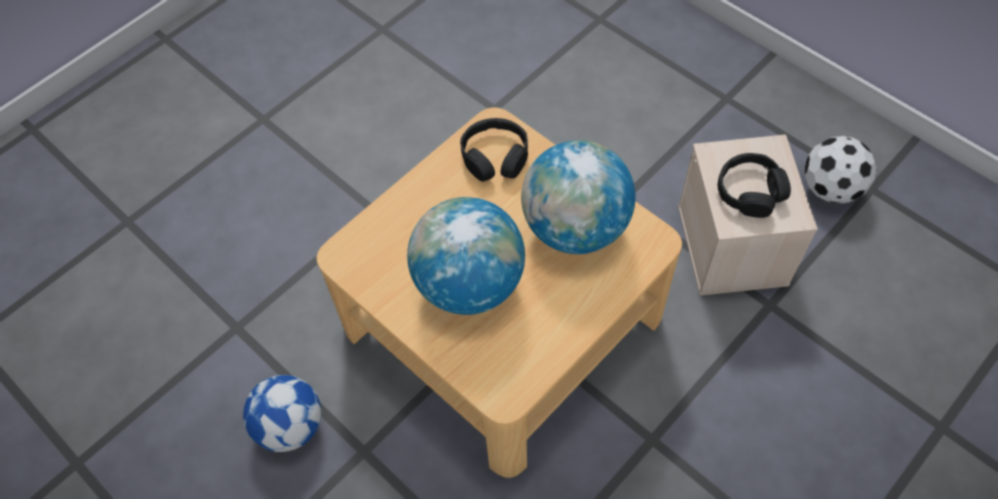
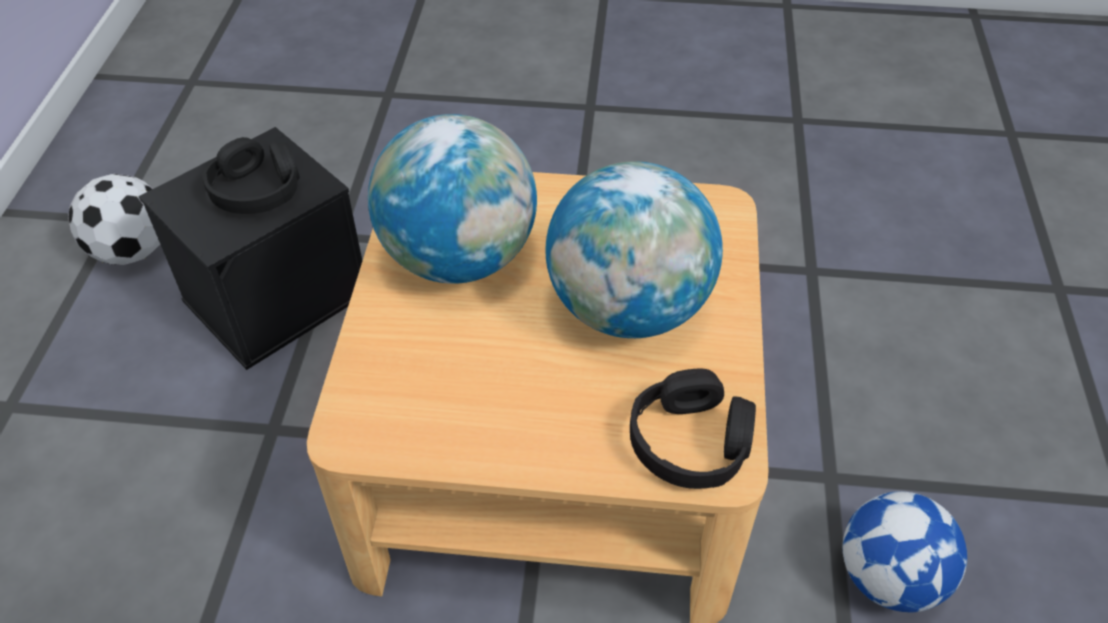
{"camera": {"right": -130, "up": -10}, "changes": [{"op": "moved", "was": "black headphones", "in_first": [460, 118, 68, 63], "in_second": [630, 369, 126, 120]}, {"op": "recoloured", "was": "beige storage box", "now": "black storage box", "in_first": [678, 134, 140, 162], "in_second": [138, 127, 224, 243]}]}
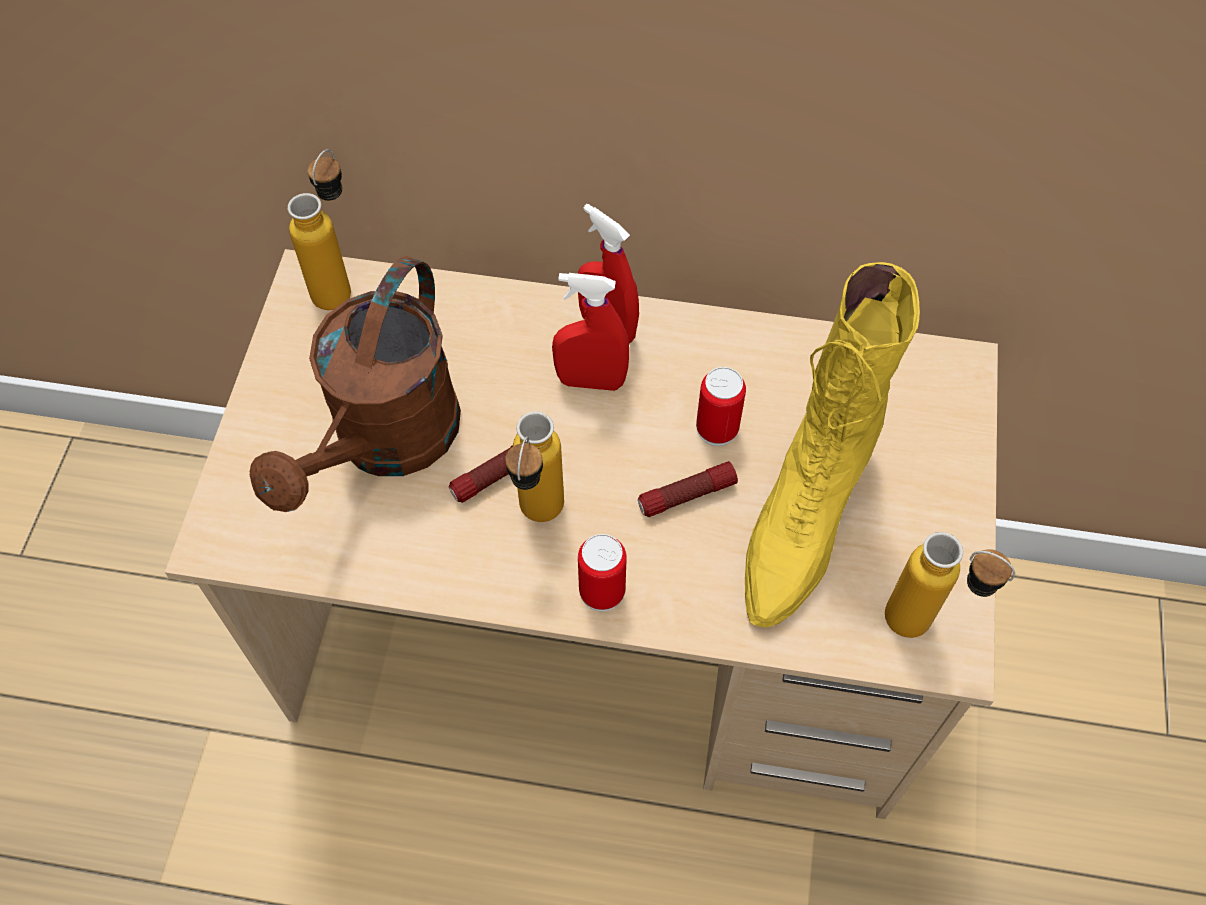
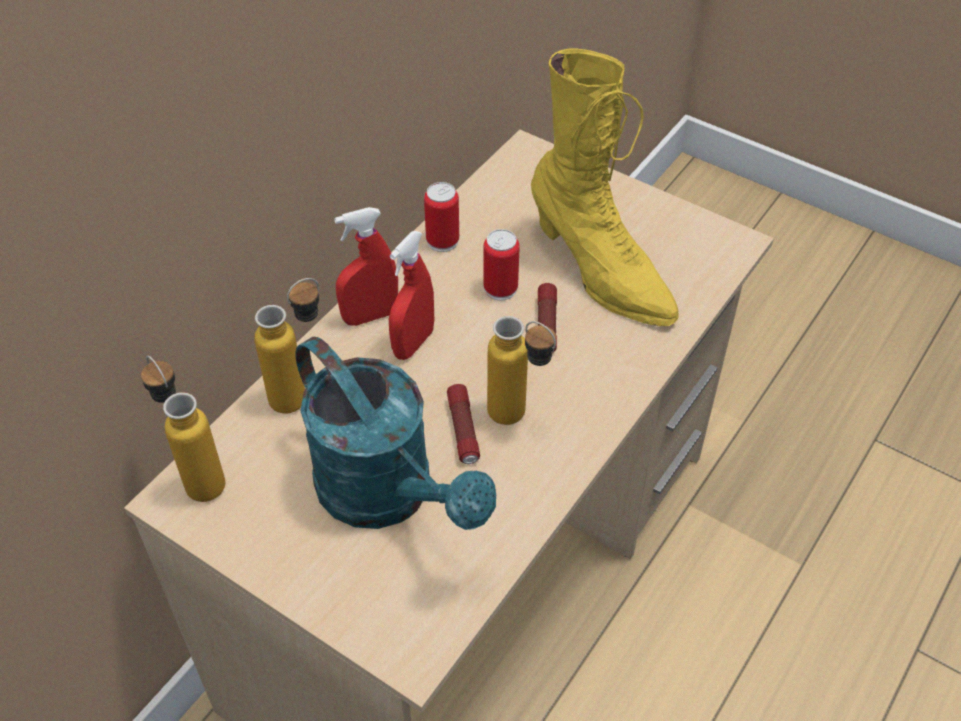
{"camera": {"right": -65, "up": -10}, "changes": [{"op": "recoloured", "was": "brown watering can", "now": "turquoise watering can", "in_first": [250, 256, 211, 256], "in_second": [296, 337, 200, 193]}, {"op": "moved", "was": "can", "in_first": [578, 534, 49, 78], "in_second": [424, 182, 35, 70]}, {"op": "moved", "was": "bottle", "in_first": [885, 532, 130, 106], "in_second": [254, 278, 65, 135]}]}
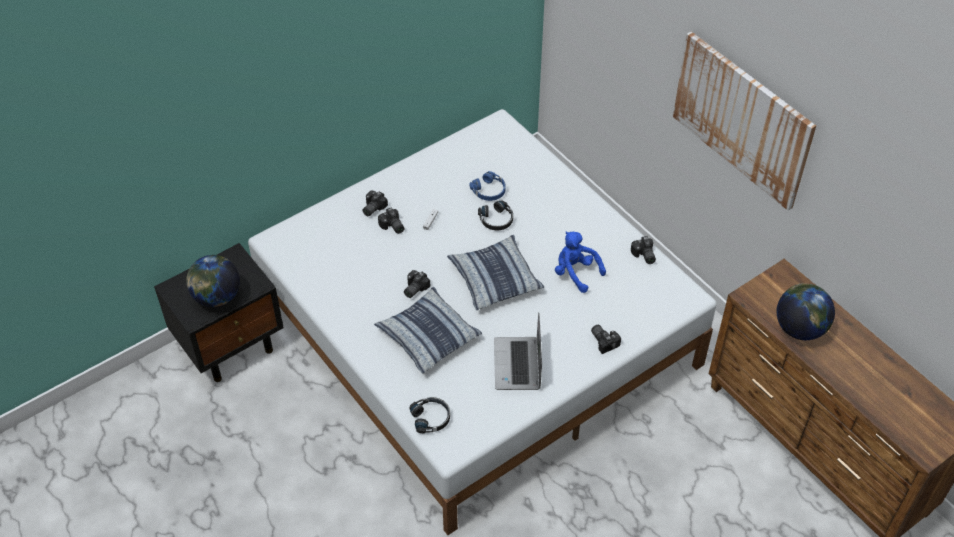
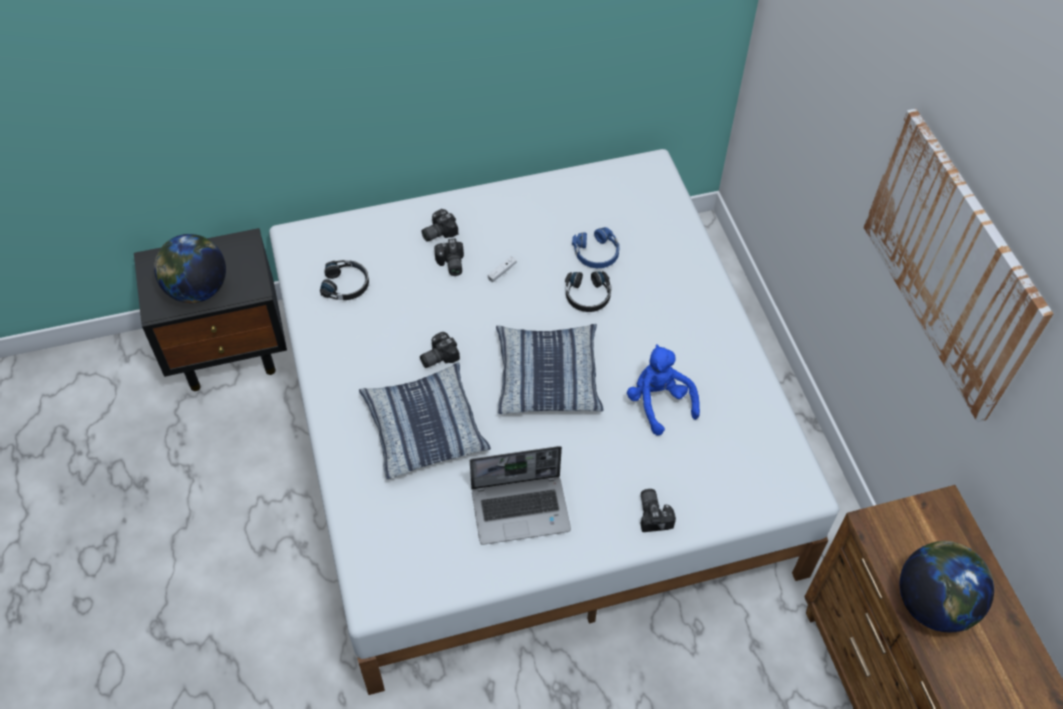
{"camera": {"right": 20, "up": 5}, "changes": [{"op": "moved", "was": "black headphones", "in_first": [409, 397, 41, 36], "in_second": [320, 260, 49, 40]}, {"op": "turned", "was": "laptop", "in_first": [494, 312, 48, 78], "in_second": [470, 446, 101, 99], "clockwise": -120}, {"op": "removed", "was": "photo camera", "in_first": [631, 236, 25, 28]}]}
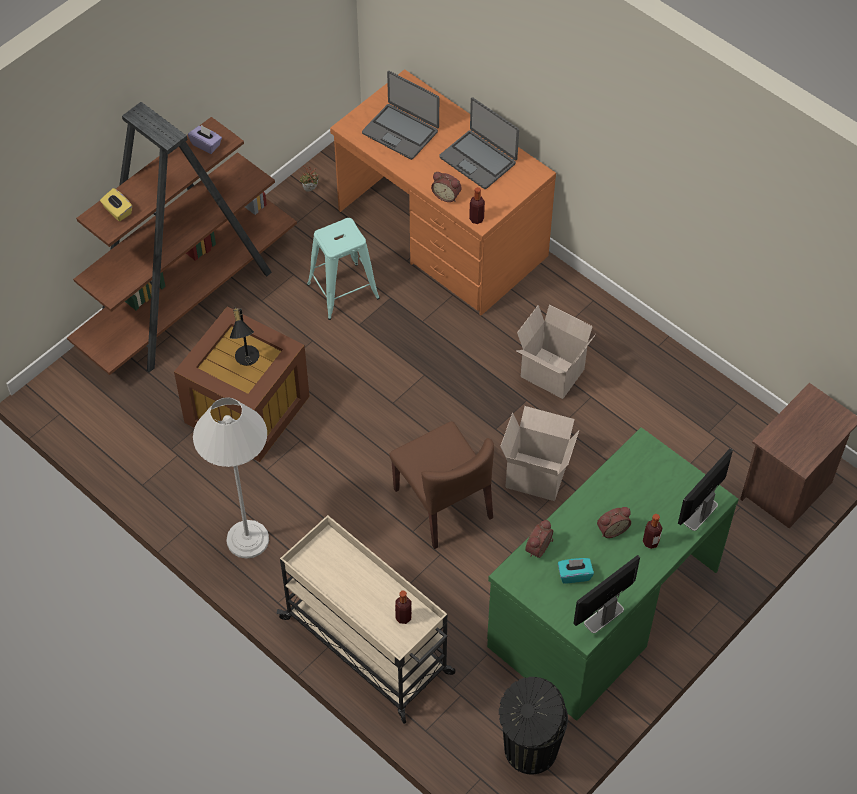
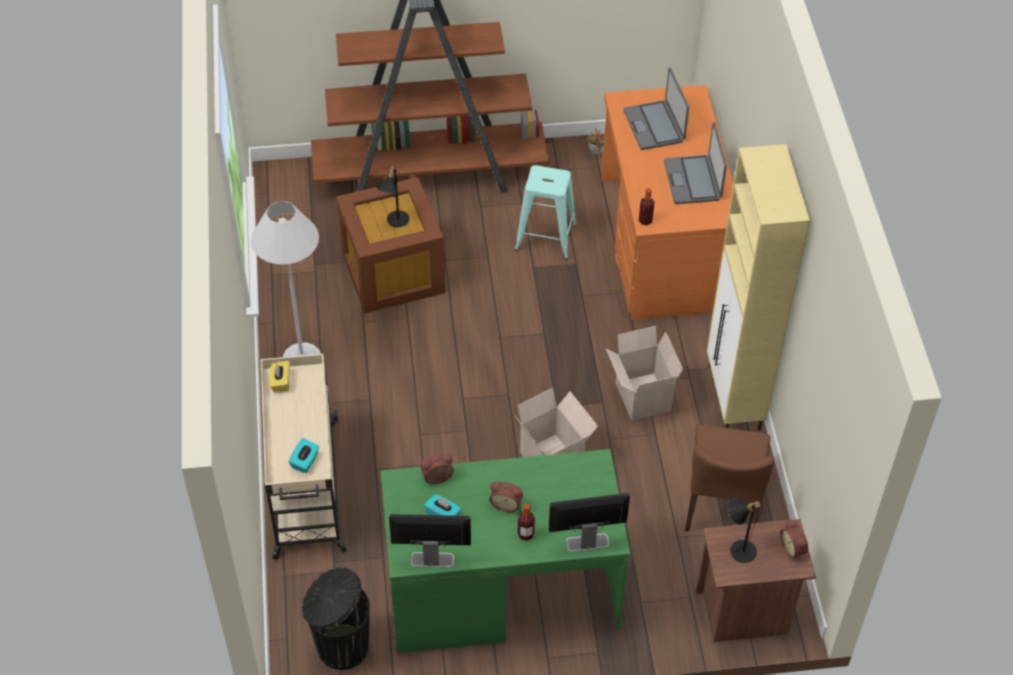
{"camera": {"right": 40, "up": -5}, "changes": [{"op": "moved", "was": "yellow tissue box", "in_first": [100, 188, 32, 33], "in_second": [270, 361, 20, 31]}, {"op": "removed", "was": "purple tissue box", "in_first": [188, 125, 34, 29]}, {"op": "moved", "was": "brown chair", "in_first": [389, 421, 105, 128], "in_second": [685, 425, 90, 107]}, {"op": "replaced", "was": "bottle", "now": "turquoise tissue box", "in_first": [395, 591, 17, 33], "in_second": [289, 438, 30, 35]}, {"op": "moved", "was": "alarm clock", "in_first": [431, 172, 31, 30], "in_second": [780, 519, 28, 41]}, {"op": "added", "now": "beige cabinet", "in_second": [707, 144, 103, 287]}, {"op": "added", "now": "black table lamp", "in_second": [728, 498, 35, 65]}]}
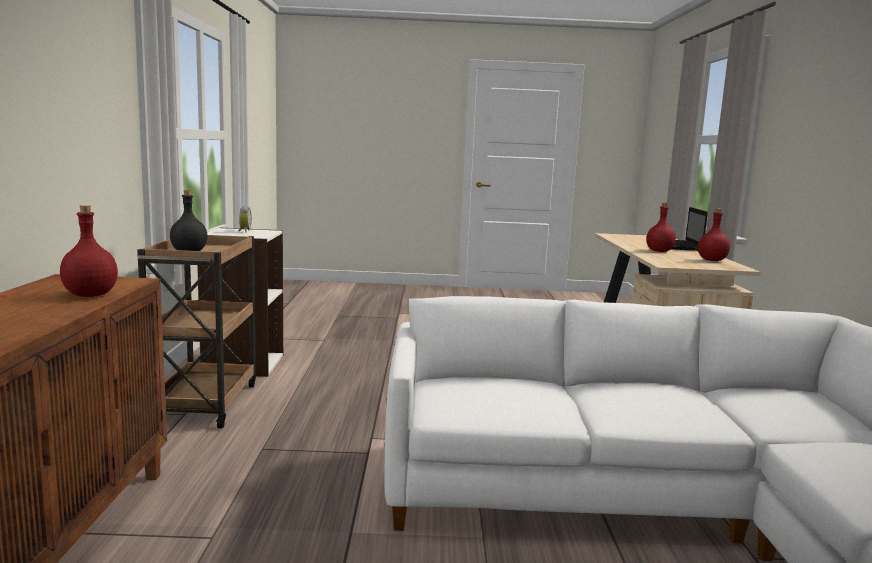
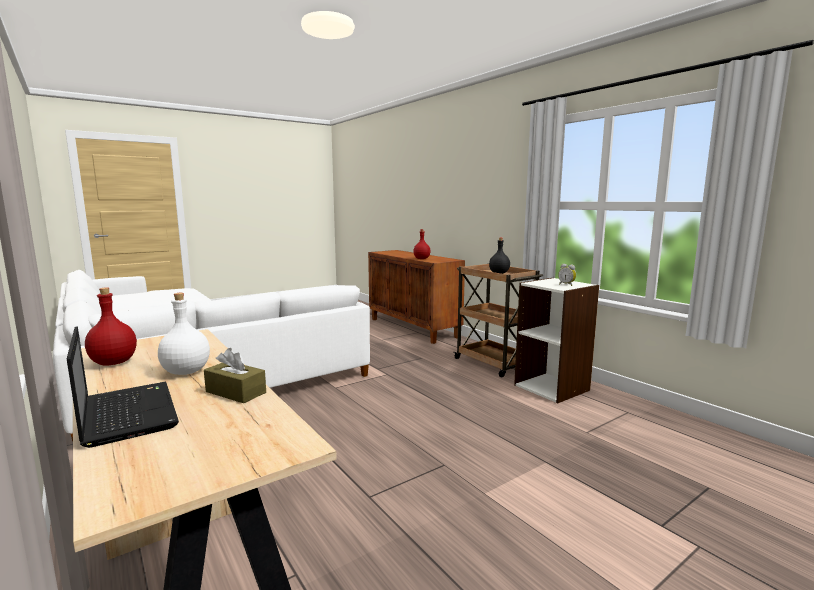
{"camera": {"right": 145, "up": 0}, "changes": [{"op": "recoloured", "was": "red bottle", "now": "white bottle", "in_first": [646, 203, 30, 49], "in_second": [158, 293, 52, 82]}, {"op": "added", "now": "brown tissue box", "in_second": [204, 348, 62, 55]}]}
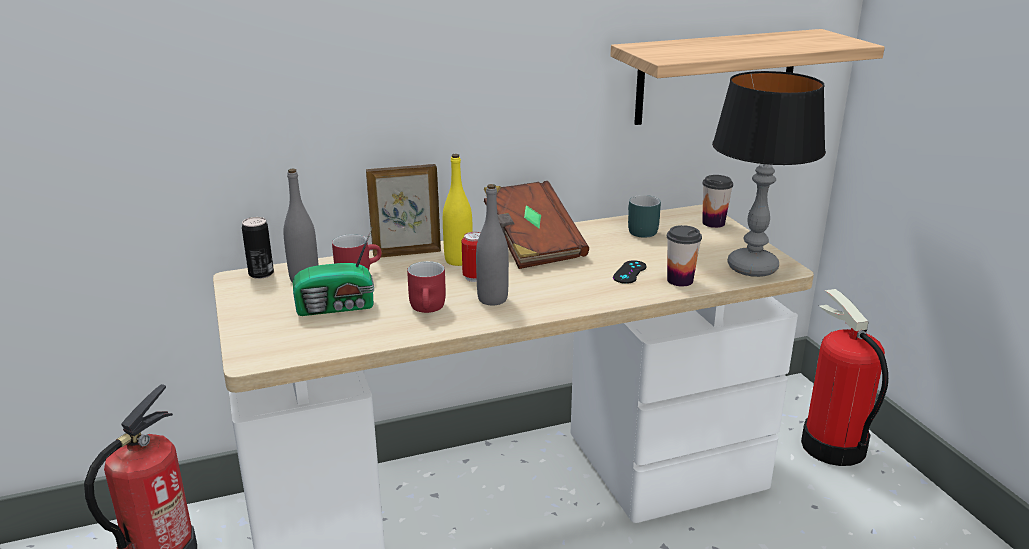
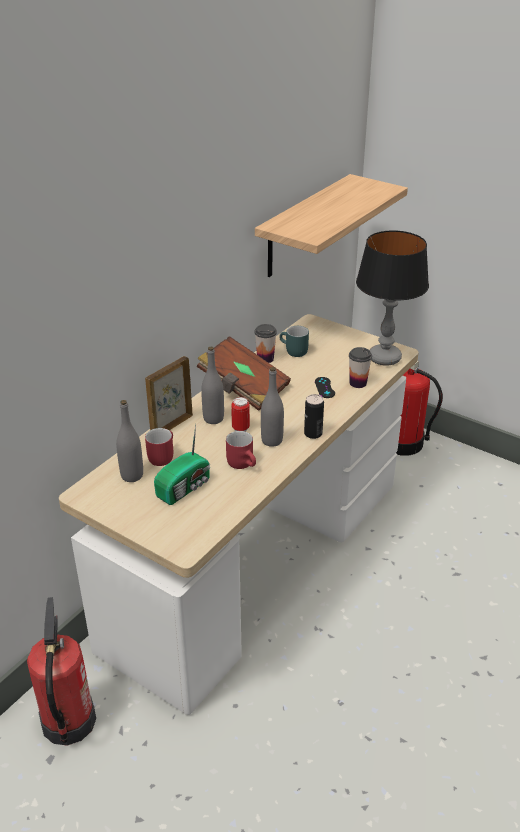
{"camera": {"right": -35, "up": 10}, "changes": [{"op": "moved", "was": "can", "in_first": [242, 217, 32, 62], "in_second": [304, 394, 20, 45]}, {"op": "recoloured", "was": "yellow bottle", "now": "grey bottle", "in_first": [443, 154, 30, 112], "in_second": [201, 347, 23, 77]}, {"op": "moved", "was": "cup", "in_first": [702, 175, 31, 53], "in_second": [254, 324, 23, 39]}]}
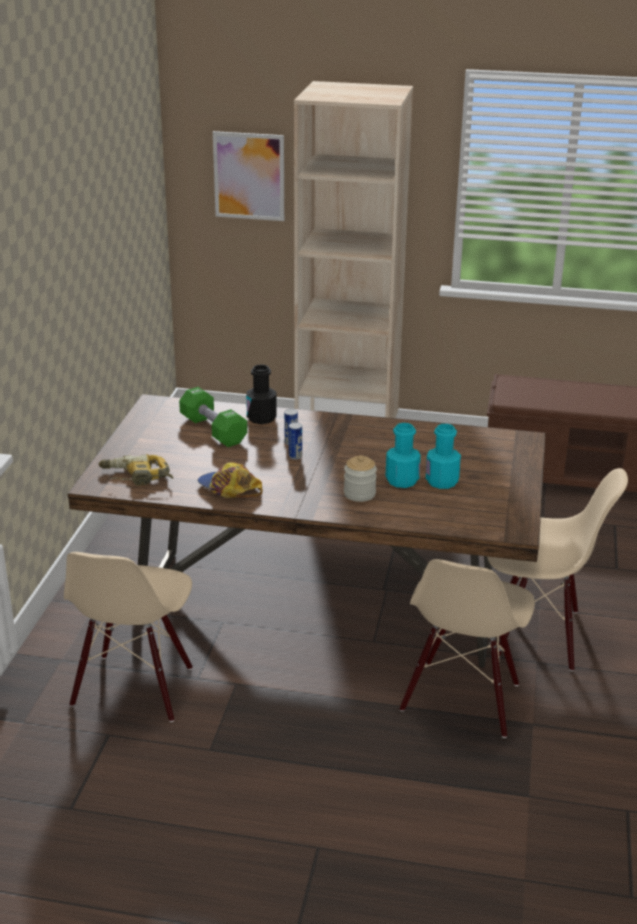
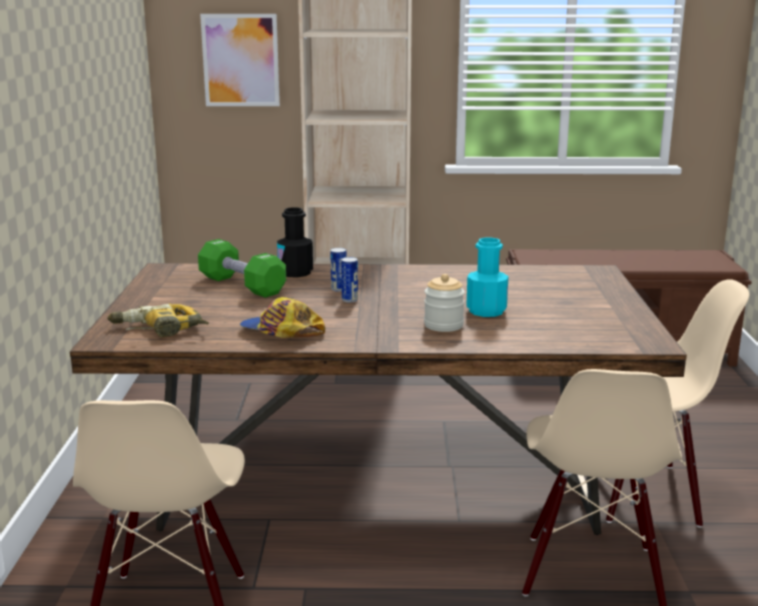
{"camera": {"right": -10, "up": -10}, "changes": [{"op": "removed", "was": "turquoise bottle", "in_first": [426, 424, 35, 65]}]}
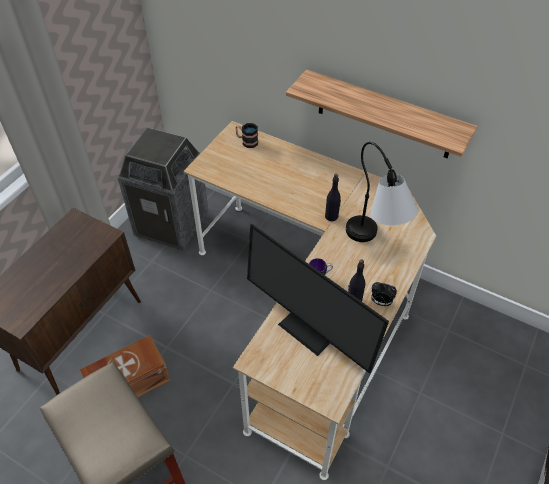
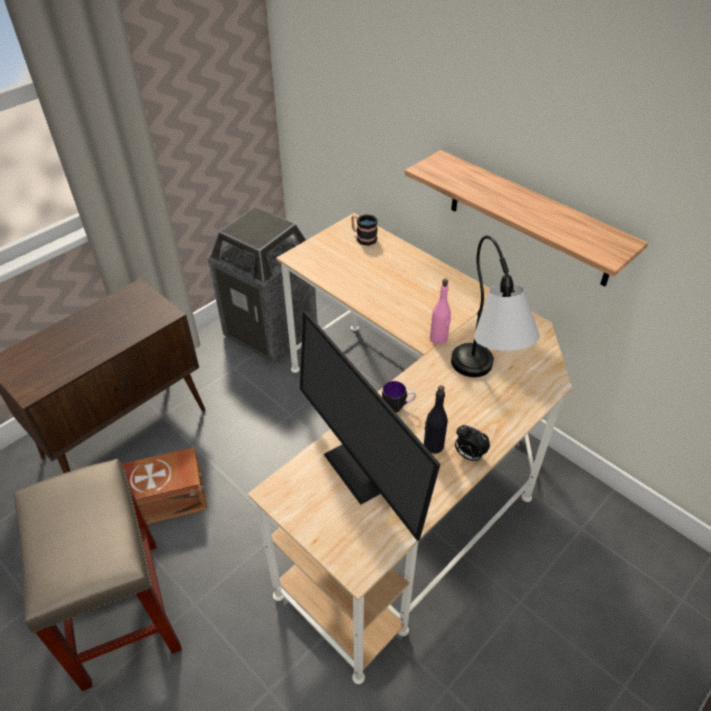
{"camera": {"right": 15, "up": -5}, "changes": [{"op": "recoloured", "was": "black bottle", "now": "pink bottle", "in_first": [325, 174, 16, 47], "in_second": [430, 279, 21, 66]}]}
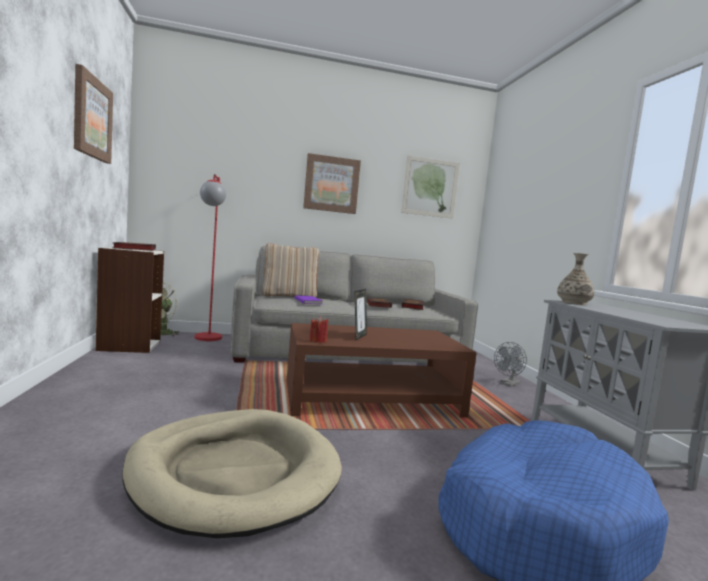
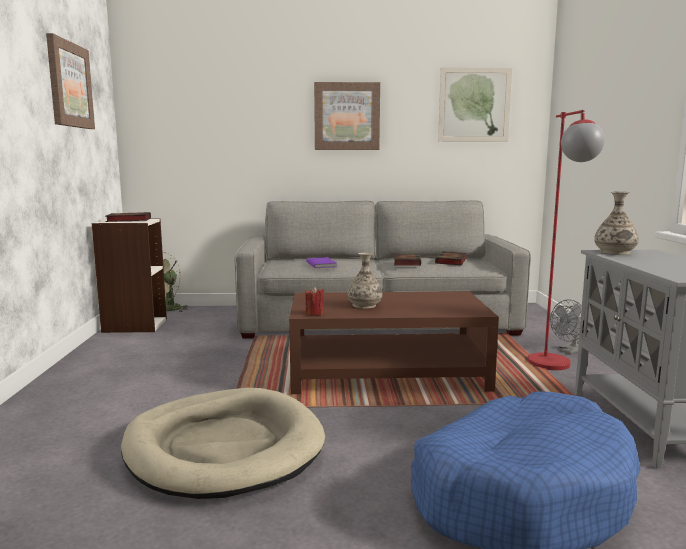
{"camera": {"right": 10, "up": 5}, "changes": [{"op": "moved", "was": "red floor lamp", "in_first": [194, 174, 32, 167], "in_second": [528, 110, 77, 260]}, {"op": "removed", "was": "beige pillow", "in_first": [262, 243, 57, 54]}, {"op": "replaced", "was": "picture frame", "now": "vase", "in_first": [355, 289, 12, 51], "in_second": [348, 253, 34, 56]}]}
